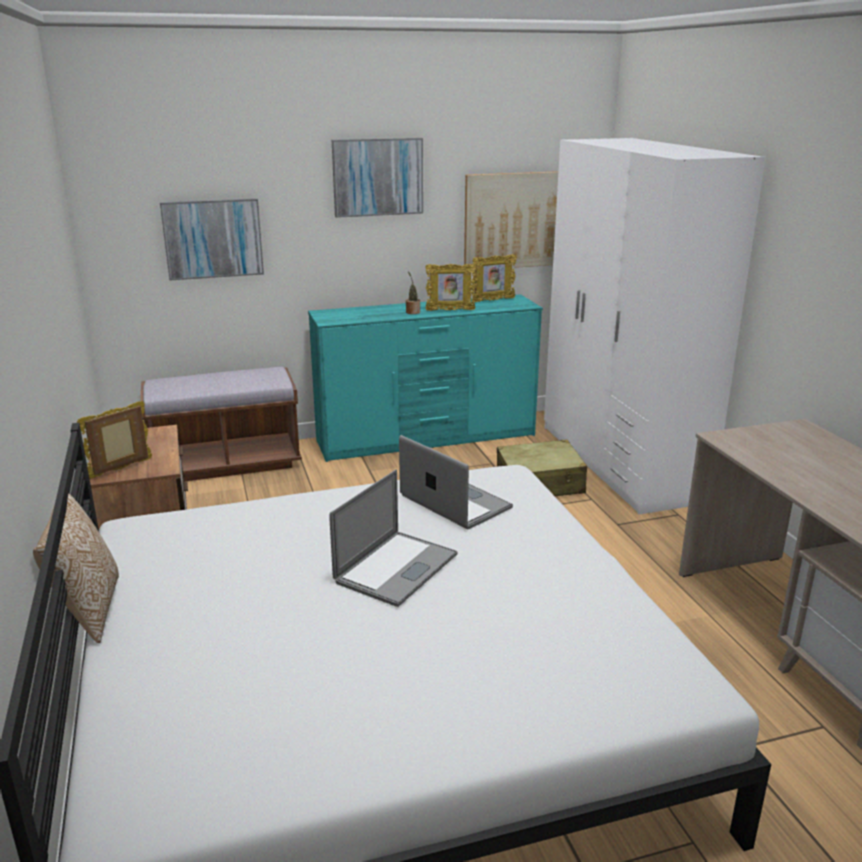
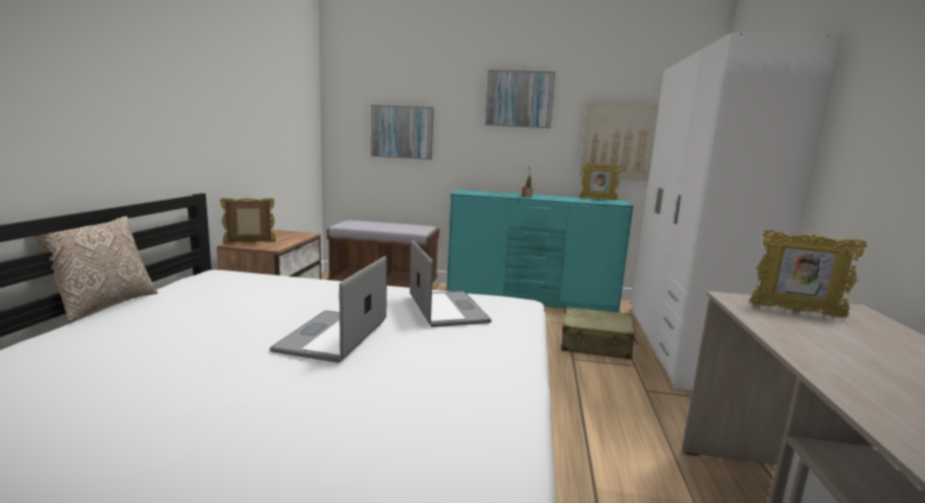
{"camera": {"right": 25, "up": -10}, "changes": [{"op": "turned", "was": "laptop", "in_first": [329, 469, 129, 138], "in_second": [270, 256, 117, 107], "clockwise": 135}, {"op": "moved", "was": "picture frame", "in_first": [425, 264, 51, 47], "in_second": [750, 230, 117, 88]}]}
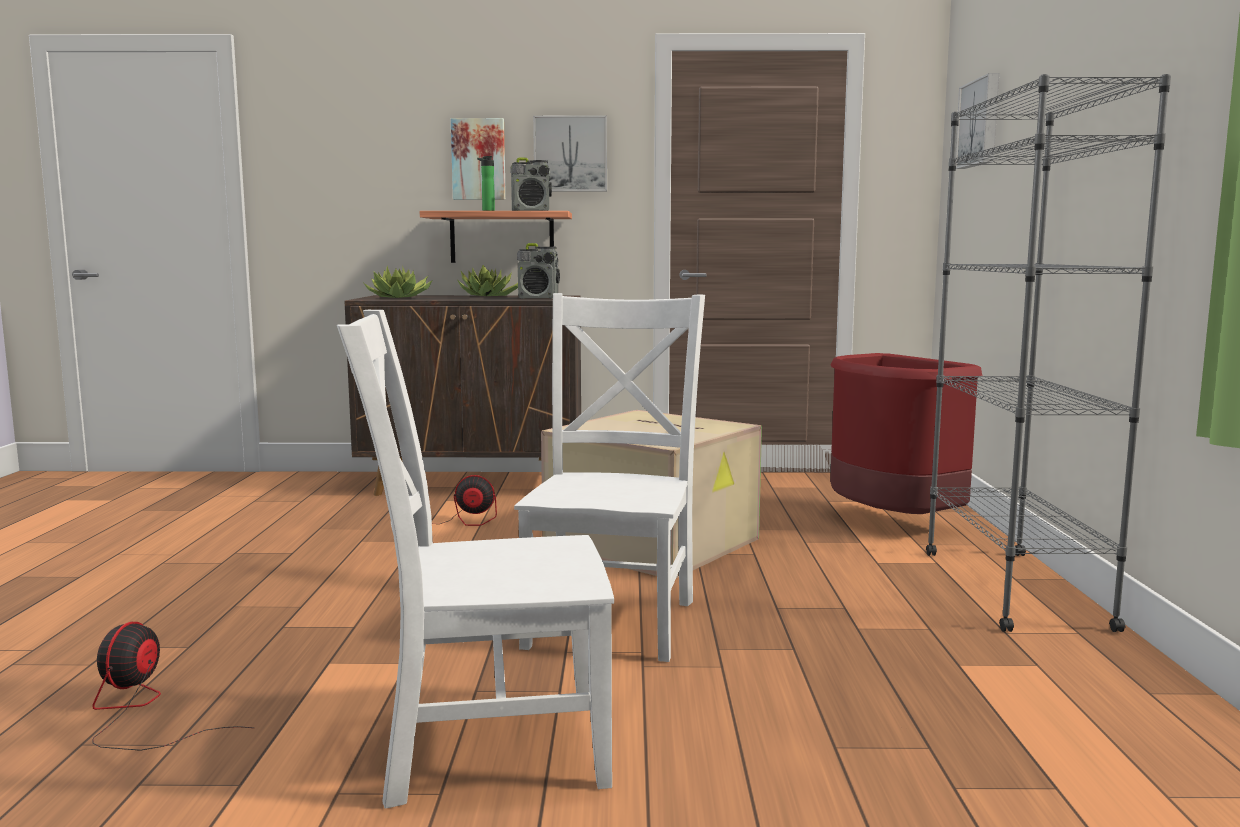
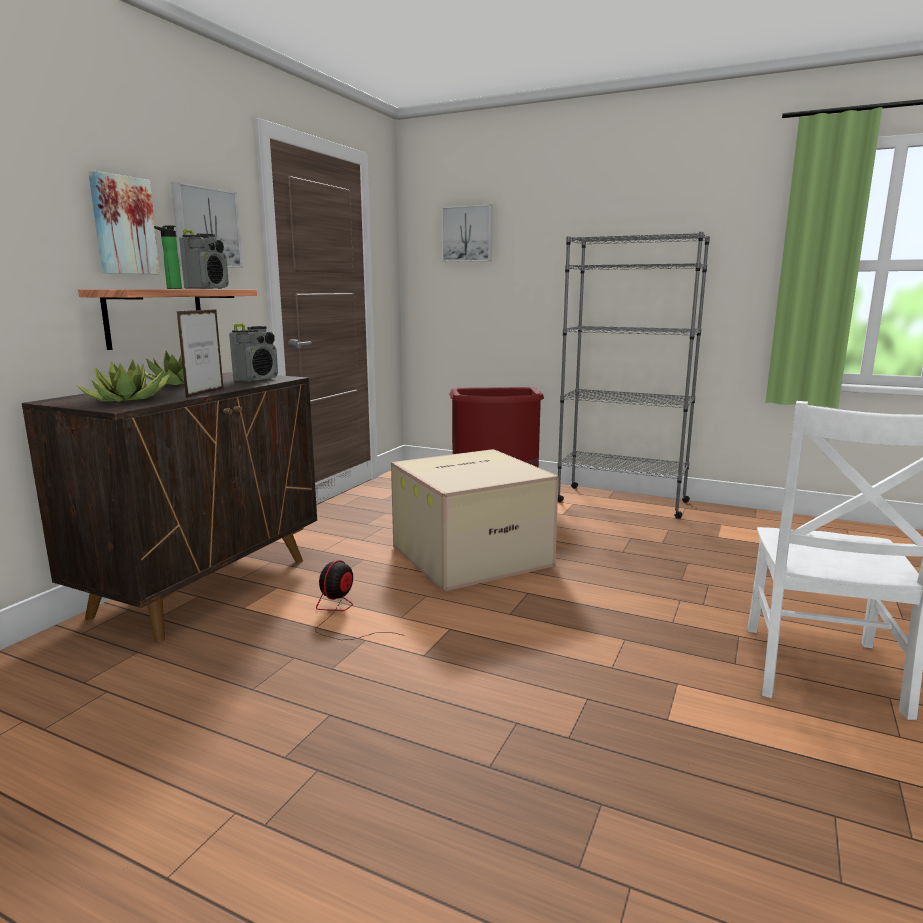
{"camera": {"right": -65, "up": 5}, "changes": [{"op": "removed", "was": "fan", "in_first": [92, 622, 162, 129]}, {"op": "removed", "was": "white chair", "in_first": [514, 293, 191, 369]}, {"op": "added", "now": "picture frame", "in_second": [177, 309, 47, 89]}]}
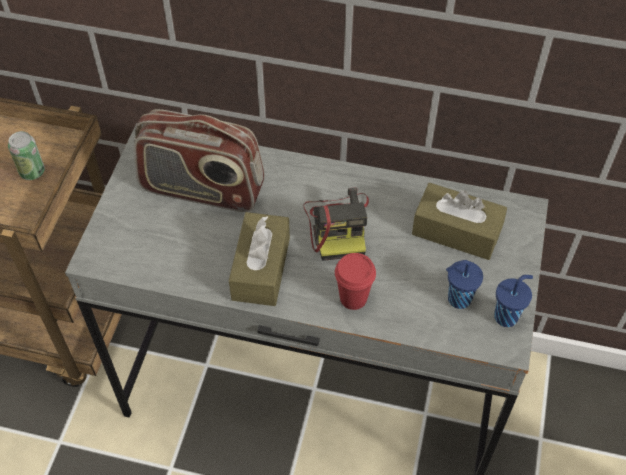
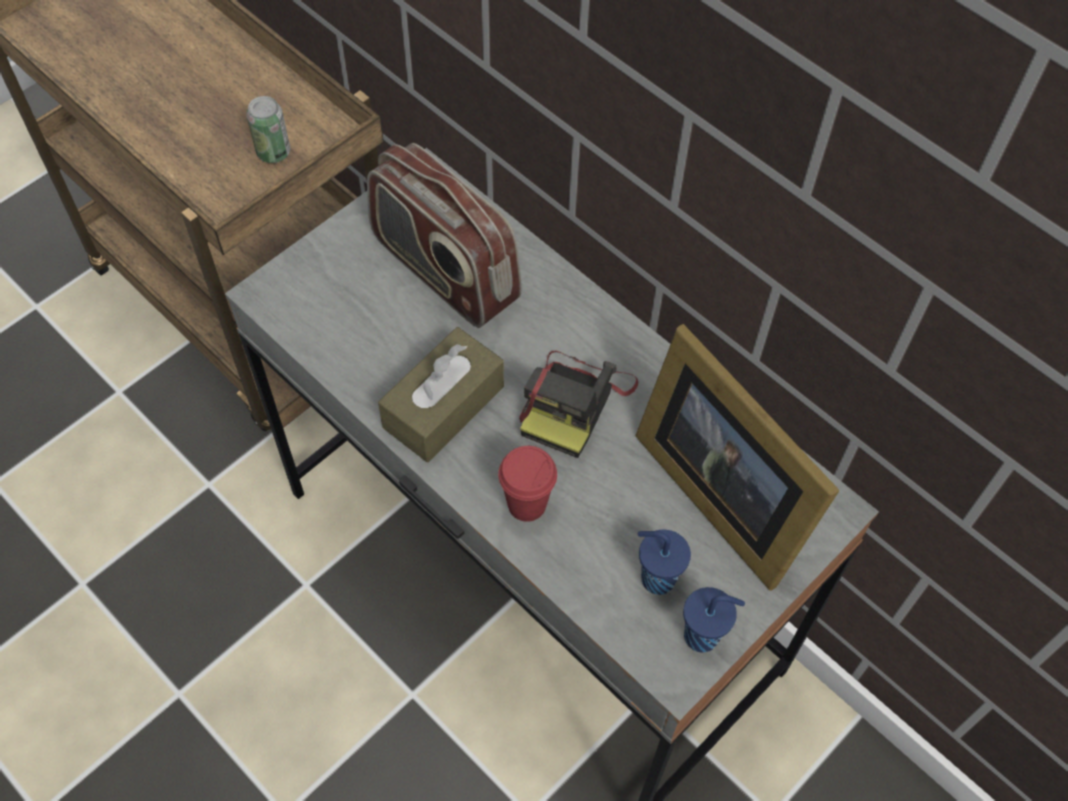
{"camera": {"right": 30, "up": 5}, "changes": [{"op": "replaced", "was": "brown tissue box", "now": "picture frame", "in_first": [412, 183, 95, 77], "in_second": [635, 324, 205, 267]}]}
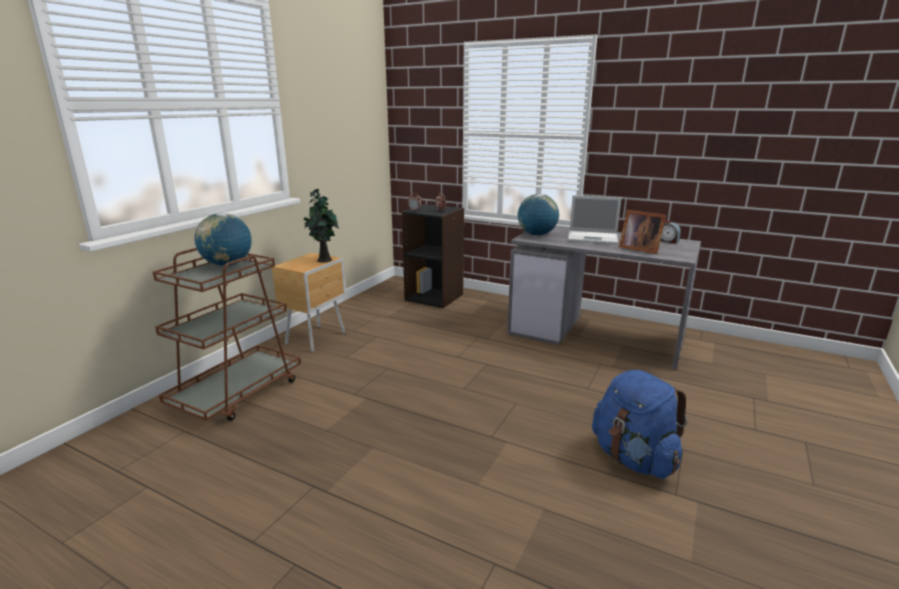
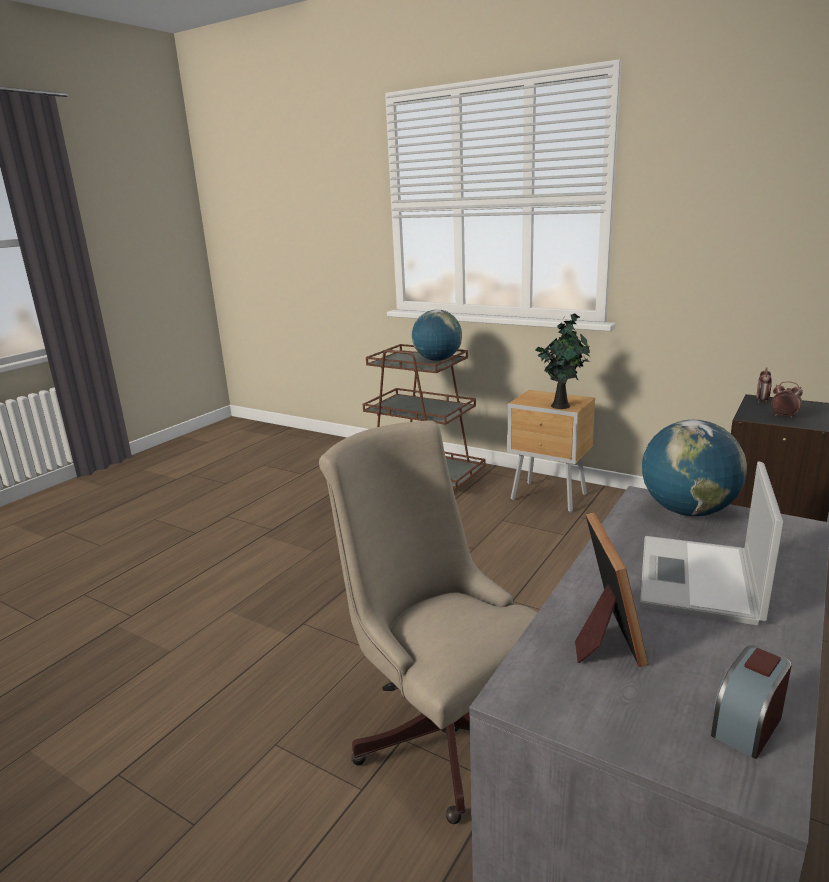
{"camera": {"right": 95, "up": 0}, "changes": [{"op": "removed", "was": "blue backpack", "in_first": [592, 370, 95, 109]}, {"op": "turned", "was": "picture frame", "in_first": [619, 210, 47, 44], "in_second": [575, 512, 73, 155], "clockwise": 135}, {"op": "added", "now": "beige office chair", "in_second": [319, 420, 219, 404]}]}
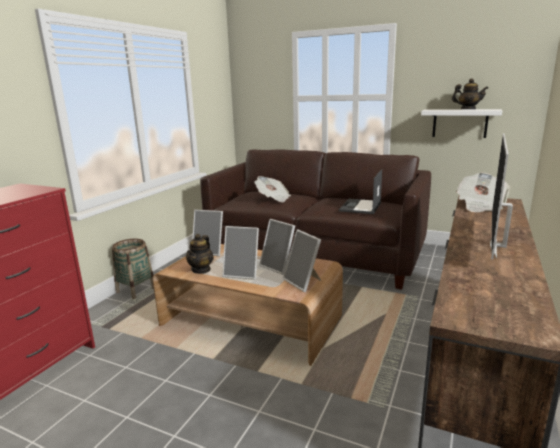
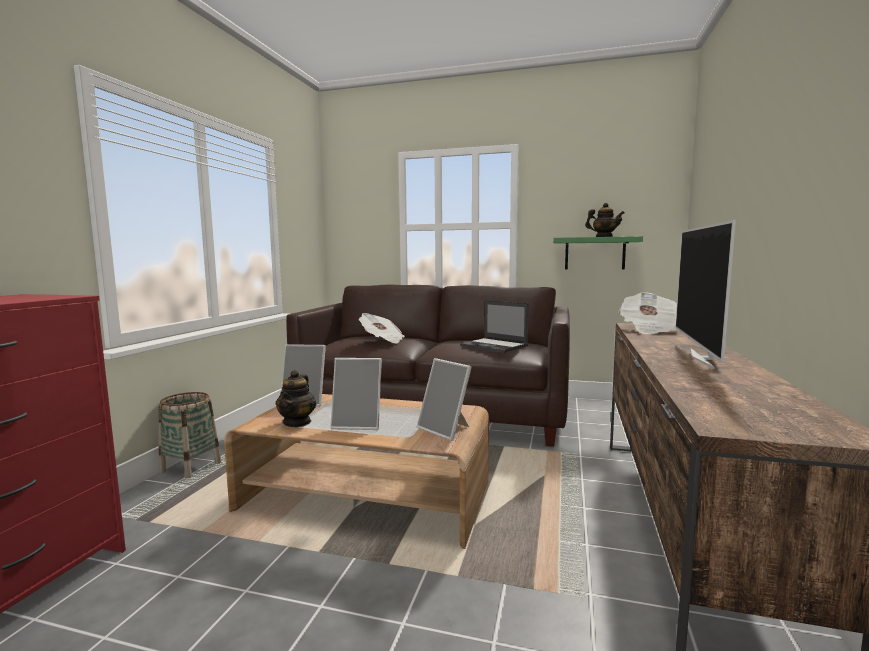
{"camera": {"right": -10, "up": -10}, "changes": [{"op": "removed", "was": "picture frame", "in_first": [259, 219, 36, 56]}, {"op": "turned", "was": "laptop", "in_first": [339, 169, 43, 45], "in_second": [460, 300, 68, 53], "clockwise": -60}, {"op": "recoloured", "was": "white shelf", "now": "green shelf", "in_first": [421, 109, 81, 29], "in_second": [553, 236, 90, 33]}]}
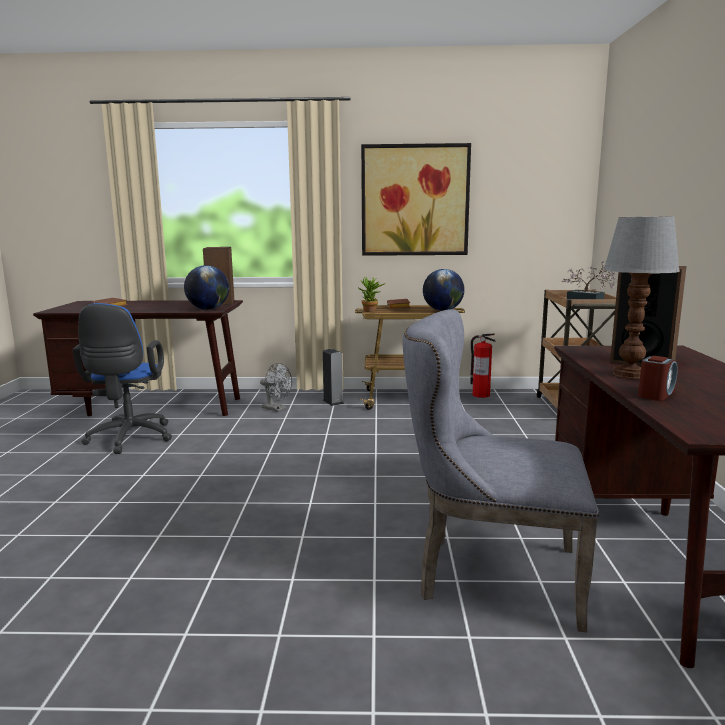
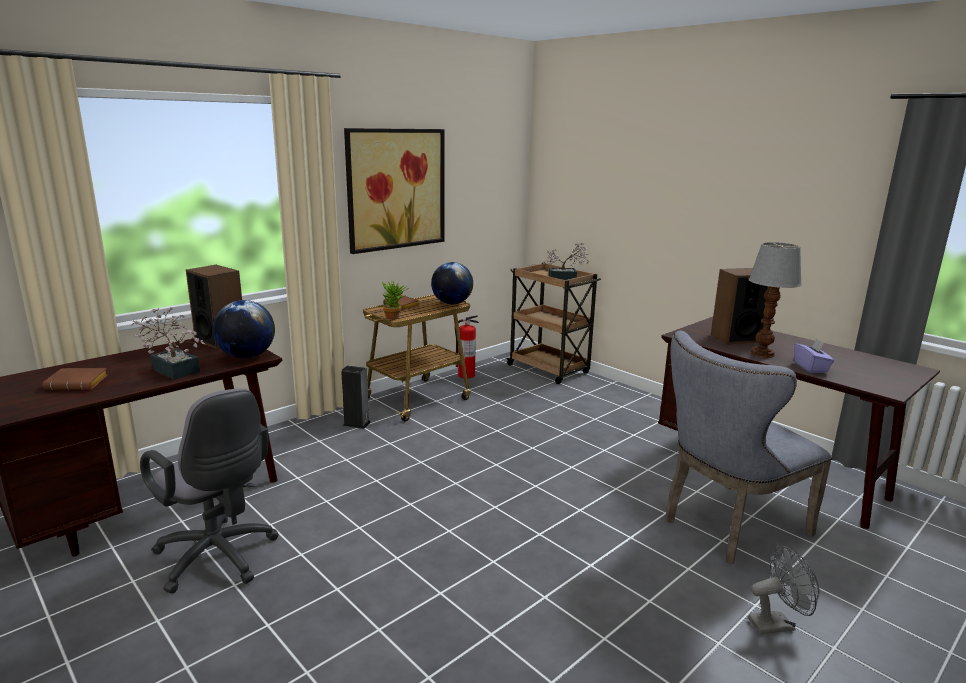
{"camera": {"right": -45, "up": 5}, "changes": [{"op": "recoloured", "was": "blue office chair", "now": "grey office chair", "in_first": [73, 303, 99, 151], "in_second": [140, 388, 139, 206]}, {"op": "moved", "was": "grey fan", "in_first": [260, 363, 32, 49], "in_second": [748, 546, 71, 88]}, {"op": "replaced", "was": "alarm clock", "now": "purple tissue box", "in_first": [638, 356, 39, 45], "in_second": [794, 338, 40, 35]}, {"op": "added", "now": "potted plant", "in_second": [131, 307, 74, 73]}]}
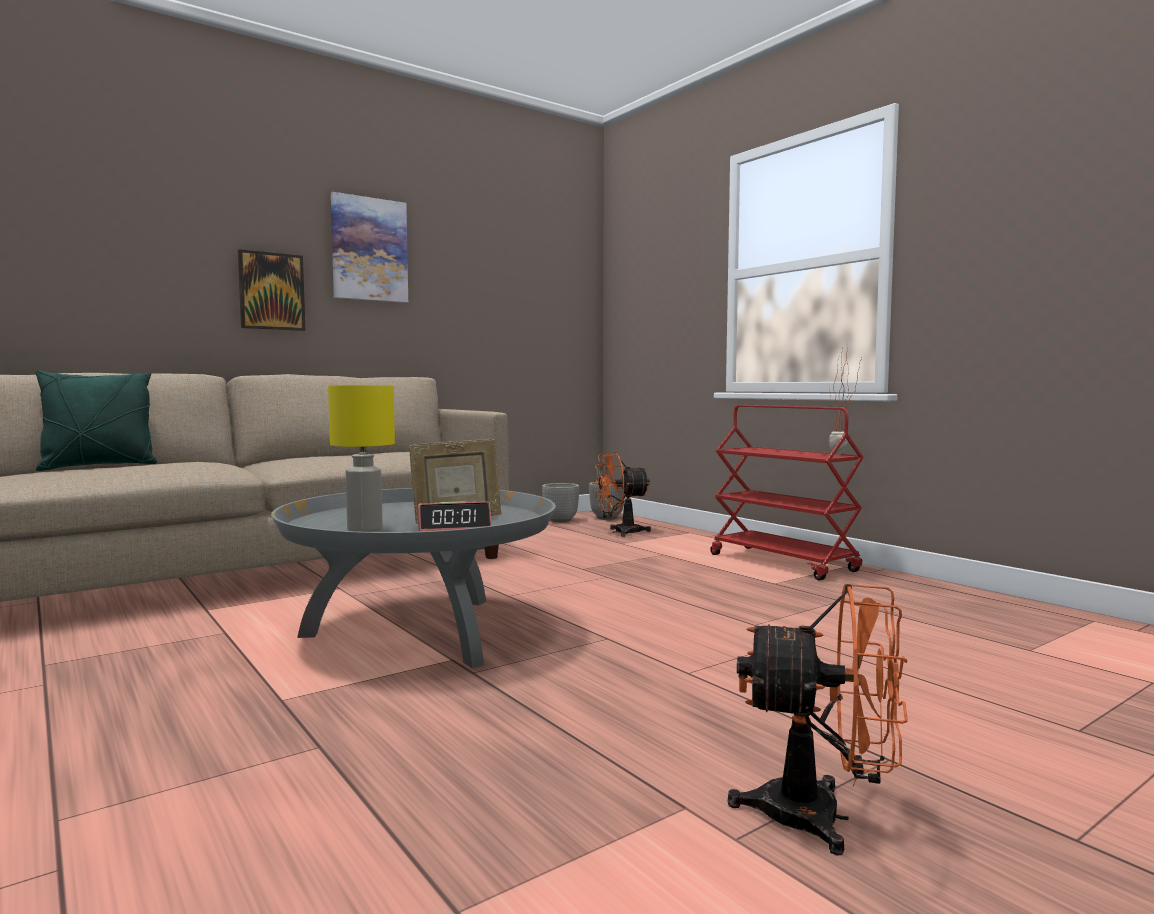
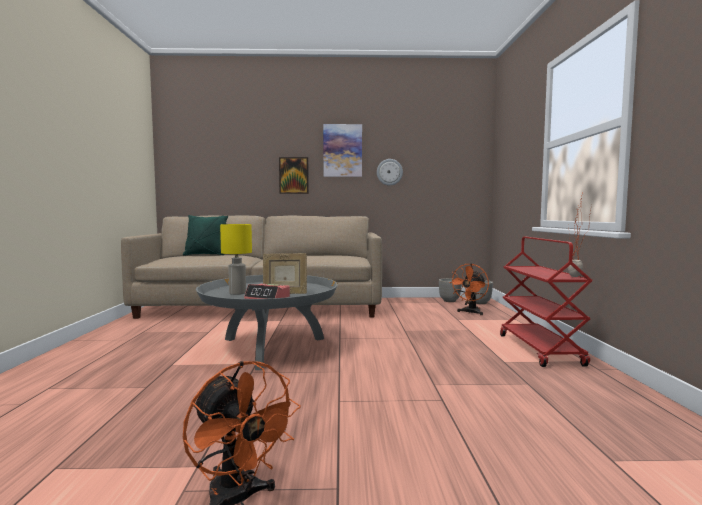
{"camera": {"right": 35, "up": 0}, "changes": [{"op": "turned", "was": "orange fan", "in_first": [594, 452, 57, 85], "in_second": [449, 263, 40, 52], "clockwise": -75}, {"op": "added", "now": "wall clock", "in_second": [377, 159, 26, 27]}]}
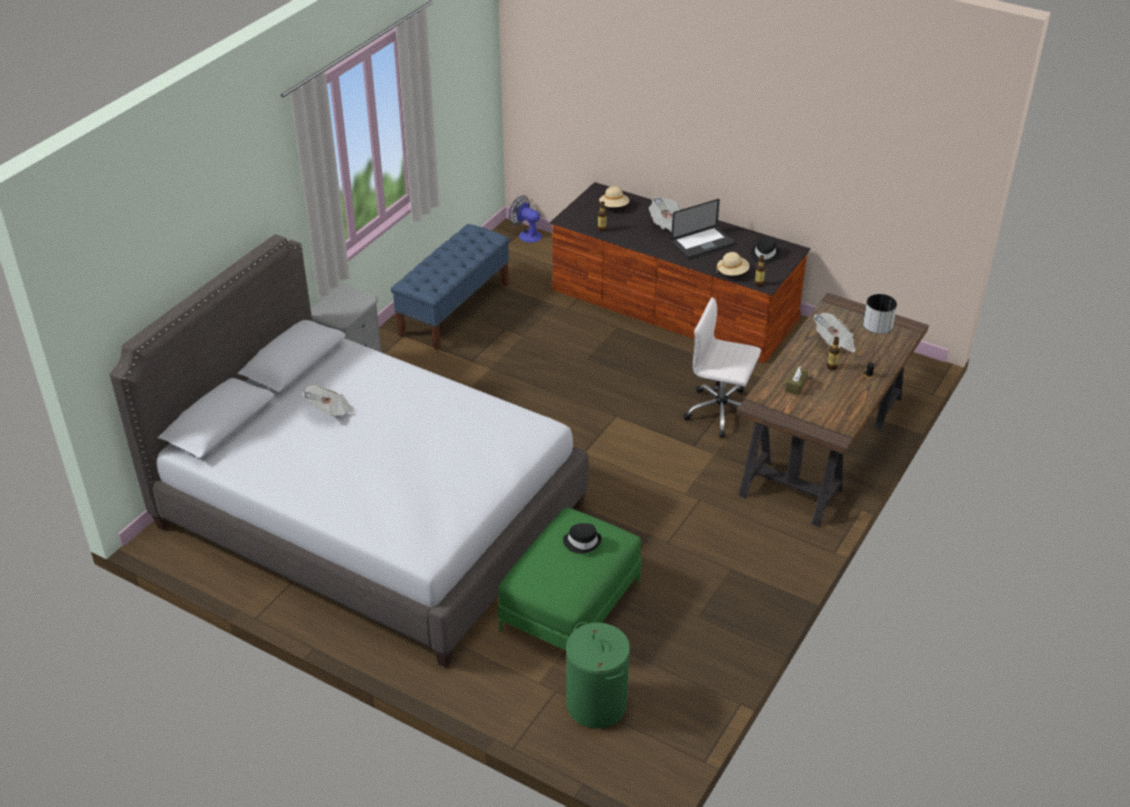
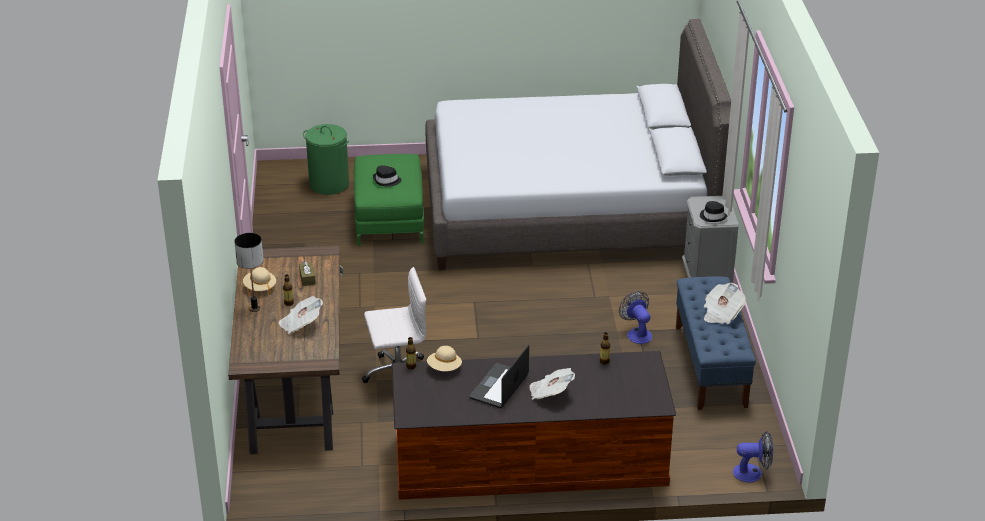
{"camera": {"right": 145, "up": -5}, "changes": [{"op": "moved", "was": "newspaper", "in_first": [302, 385, 54, 31], "in_second": [704, 283, 42, 41]}, {"op": "moved", "was": "beige hat", "in_first": [599, 186, 31, 21], "in_second": [243, 267, 33, 28]}, {"op": "moved", "was": "black hat", "in_first": [751, 236, 28, 28], "in_second": [700, 201, 27, 21]}, {"op": "added", "now": "fan", "in_second": [619, 291, 33, 53]}]}
